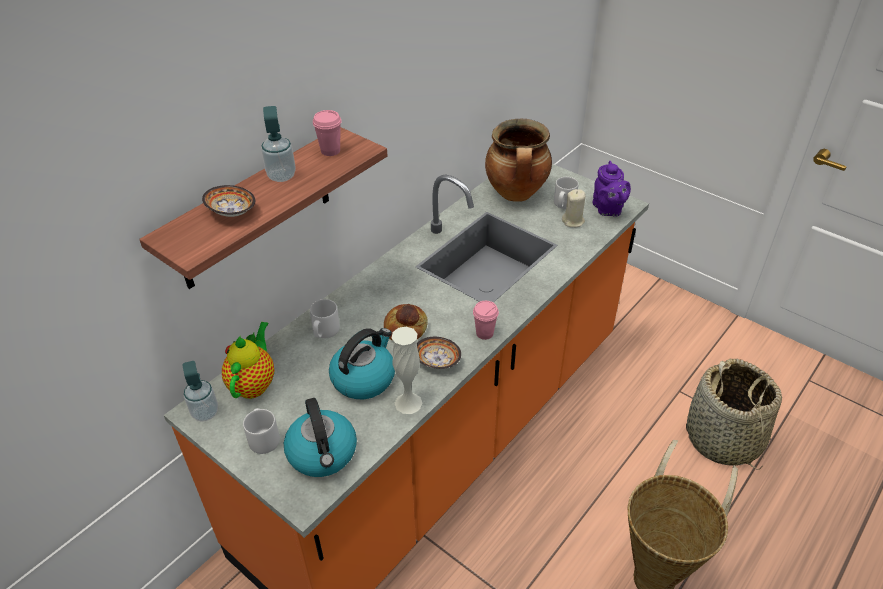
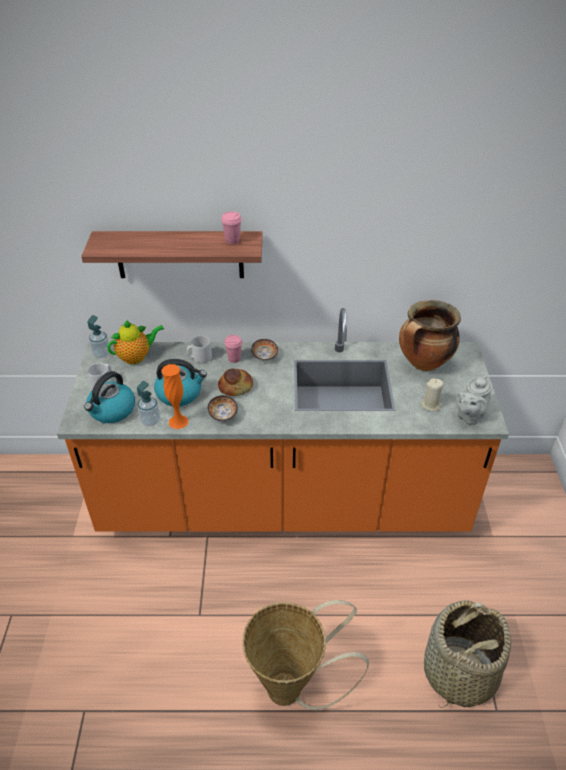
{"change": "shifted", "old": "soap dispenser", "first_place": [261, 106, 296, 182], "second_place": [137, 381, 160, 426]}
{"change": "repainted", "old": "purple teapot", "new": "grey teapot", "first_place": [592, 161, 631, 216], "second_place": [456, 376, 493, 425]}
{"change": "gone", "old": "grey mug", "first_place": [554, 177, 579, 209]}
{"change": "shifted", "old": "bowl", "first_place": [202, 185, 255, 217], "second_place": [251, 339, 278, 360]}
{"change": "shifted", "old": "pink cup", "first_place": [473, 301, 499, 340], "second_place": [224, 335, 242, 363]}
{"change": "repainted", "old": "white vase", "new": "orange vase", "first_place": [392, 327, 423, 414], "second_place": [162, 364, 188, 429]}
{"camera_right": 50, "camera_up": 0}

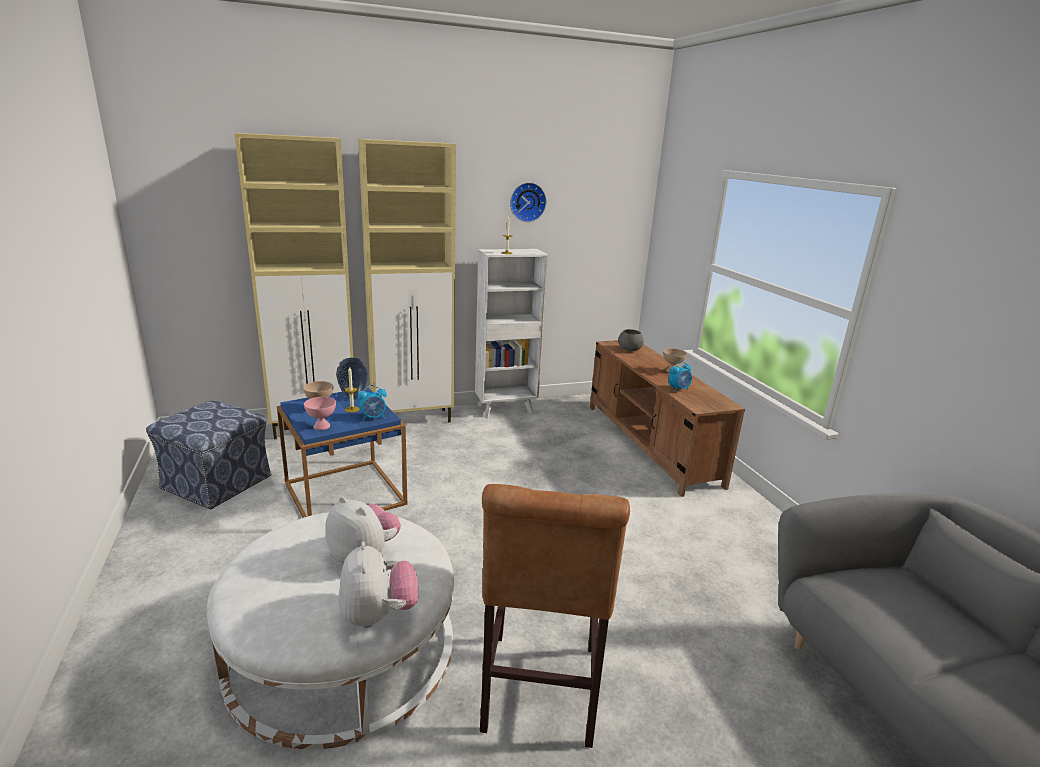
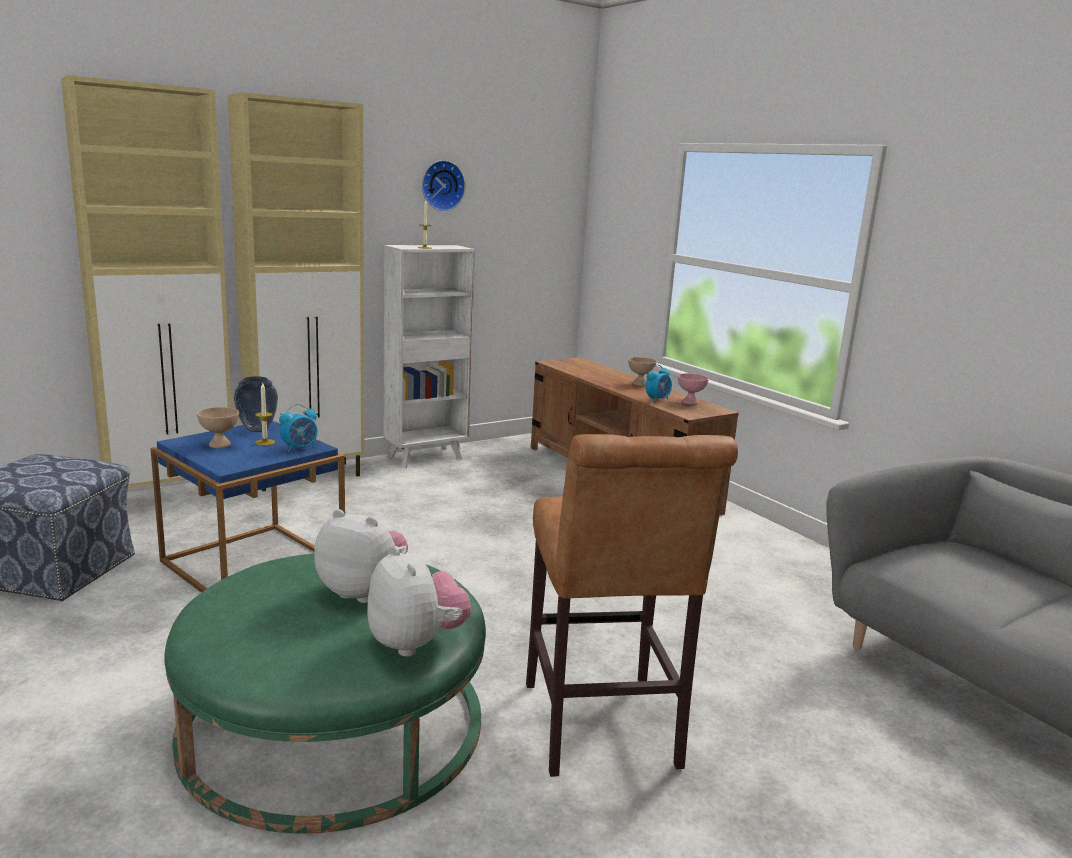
{"change": "gone", "old": "grey bowl", "first_place": [618, 329, 644, 351]}
{"change": "shifted", "old": "pink bowl", "first_place": [304, 397, 336, 430], "second_place": [678, 373, 709, 405]}
{"change": "repainted", "old": "white ottoman", "new": "green ottoman", "first_place": [207, 512, 454, 749], "second_place": [164, 553, 486, 834]}
{"camera_right": -15, "camera_up": -5}

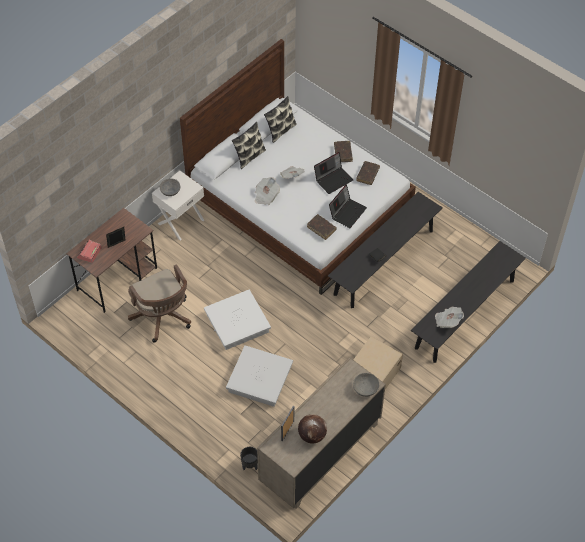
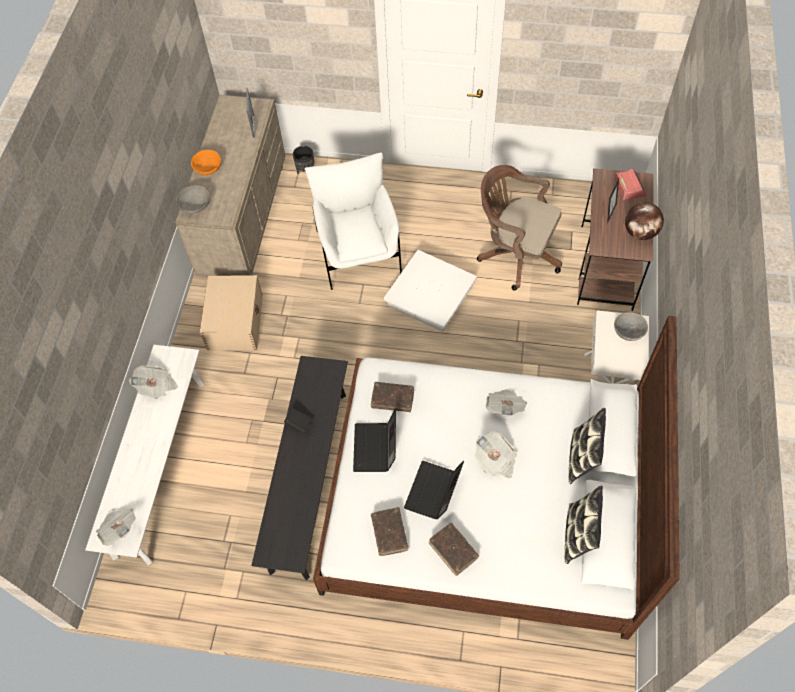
{"change": "repainted", "old": "black bench", "new": "white bench", "first_place": [411, 241, 526, 363], "second_place": [85, 345, 204, 565]}
{"change": "swapped", "old": "white storage box", "new": "white armchair", "first_place": [226, 345, 293, 407], "second_place": [305, 153, 402, 290]}
{"change": "shifted", "old": "globe", "first_place": [298, 414, 327, 443], "second_place": [625, 202, 664, 240]}
{"change": "new", "new": "orange bowl", "second_place": [191, 150, 221, 175]}
{"change": "new", "new": "newspaper", "second_place": [96, 508, 136, 546]}
{"camera_right": 150, "camera_up": 5}

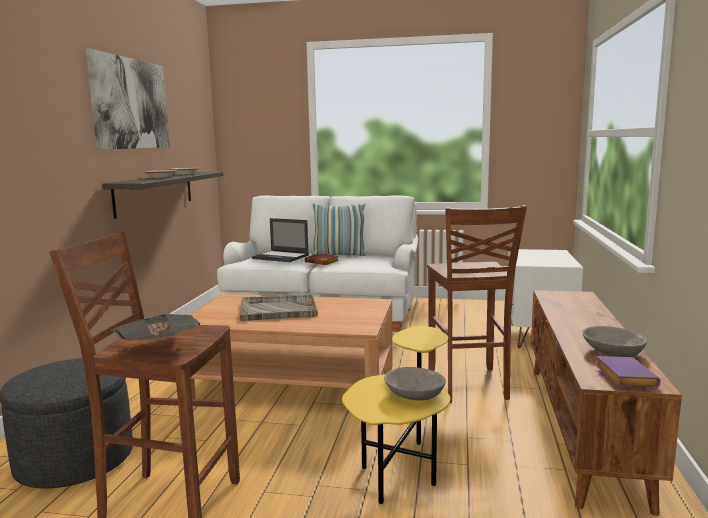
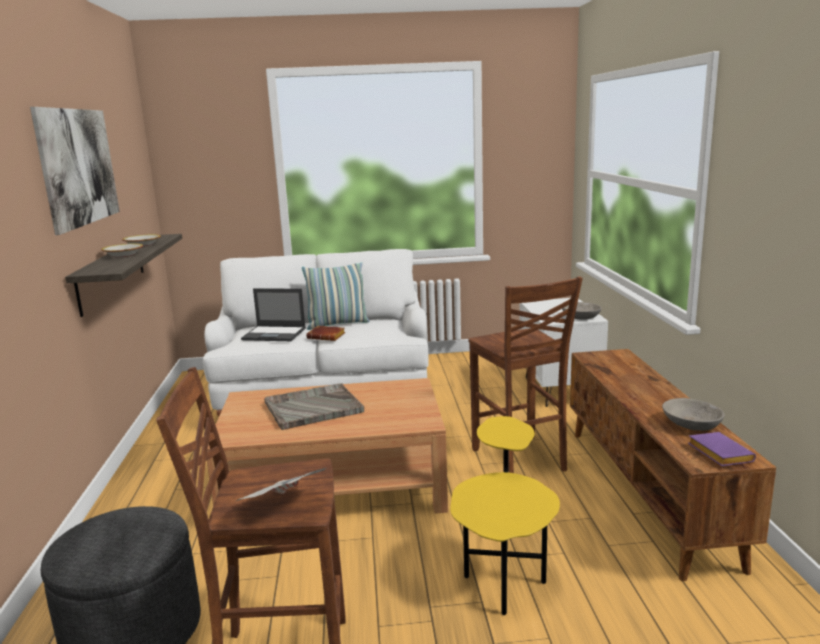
{"change": "shifted", "old": "grey bowl", "first_place": [384, 367, 446, 401], "second_place": [562, 302, 602, 320]}
{"camera_right": -15, "camera_up": 5}

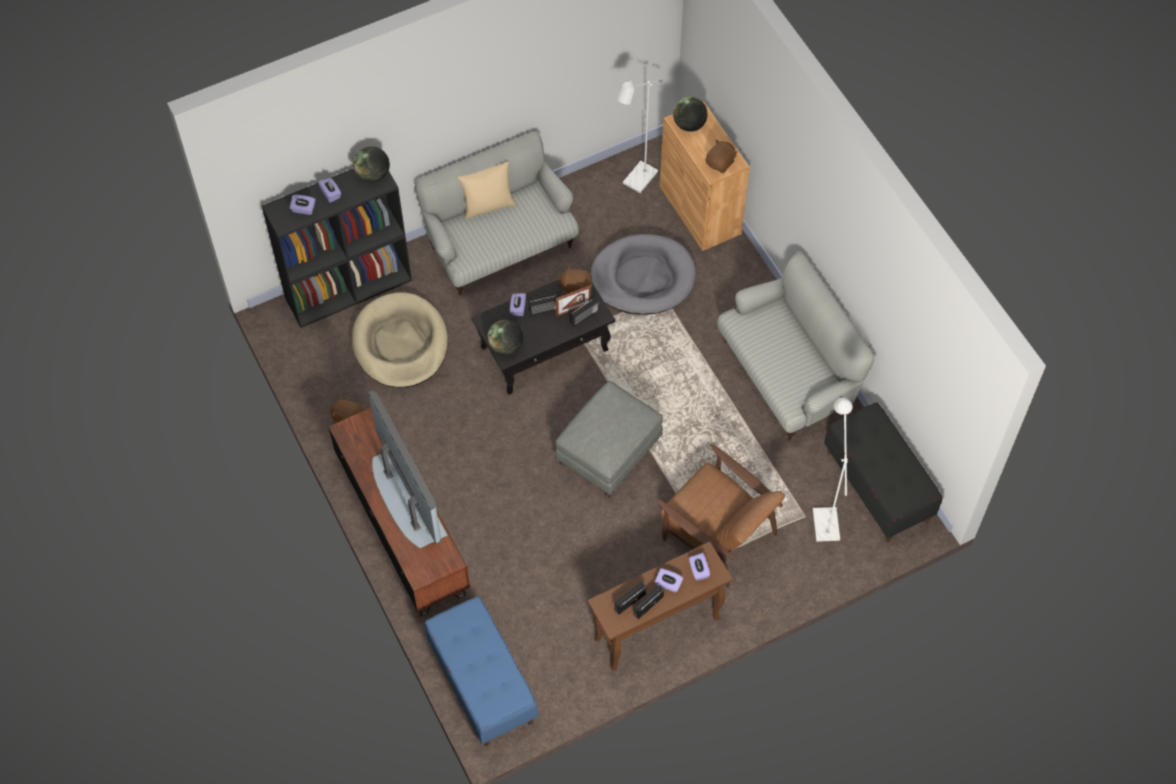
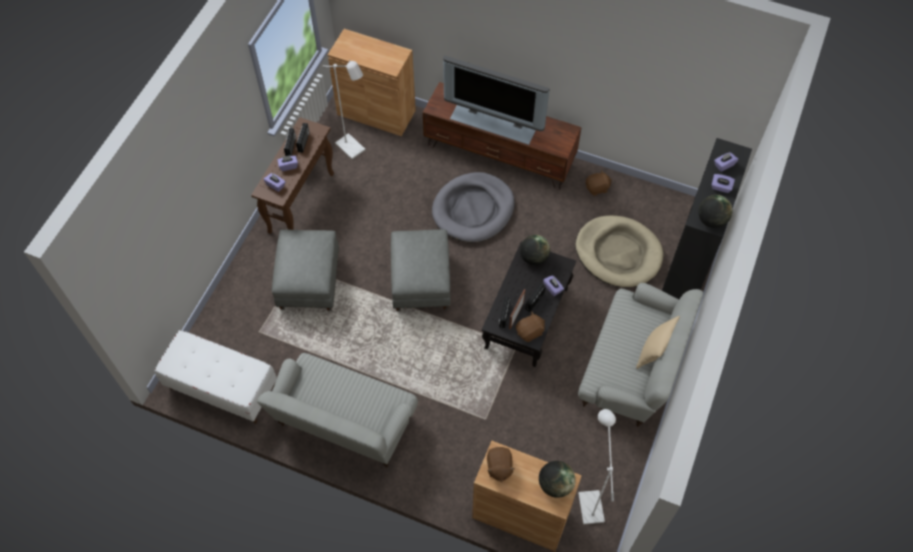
{"change": "shifted", "old": "grey dog bed", "first_place": [590, 234, 696, 315], "second_place": [432, 172, 515, 242]}
{"change": "shifted", "old": "white floor lamp", "first_place": [813, 398, 853, 542], "second_place": [322, 60, 365, 159]}
{"change": "repainted", "old": "black bench", "new": "white bench", "first_place": [824, 402, 942, 542], "second_place": [154, 330, 277, 424]}
{"change": "swapped", "old": "brown armchair", "new": "grey ottoman", "first_place": [657, 444, 785, 588], "second_place": [272, 230, 339, 311]}
{"change": "swapped", "old": "blue bench", "new": "brown cabinet", "first_place": [425, 596, 538, 746], "second_place": [328, 29, 416, 136]}
{"camera_right": 140, "camera_up": 0}

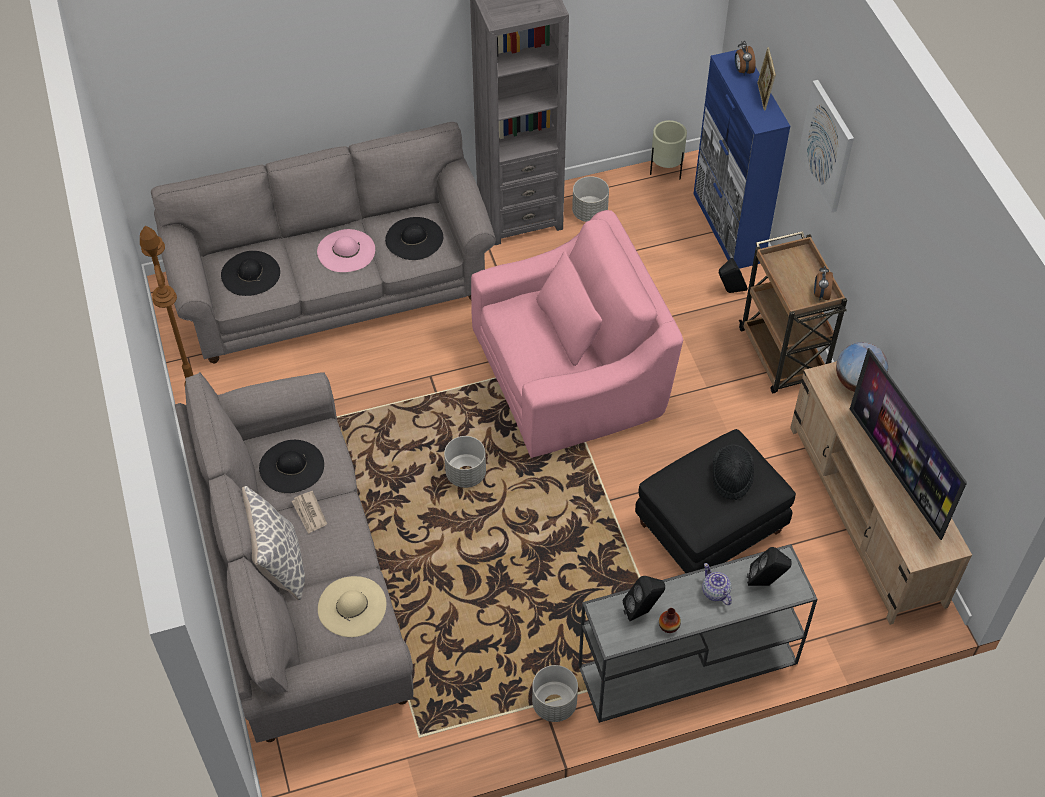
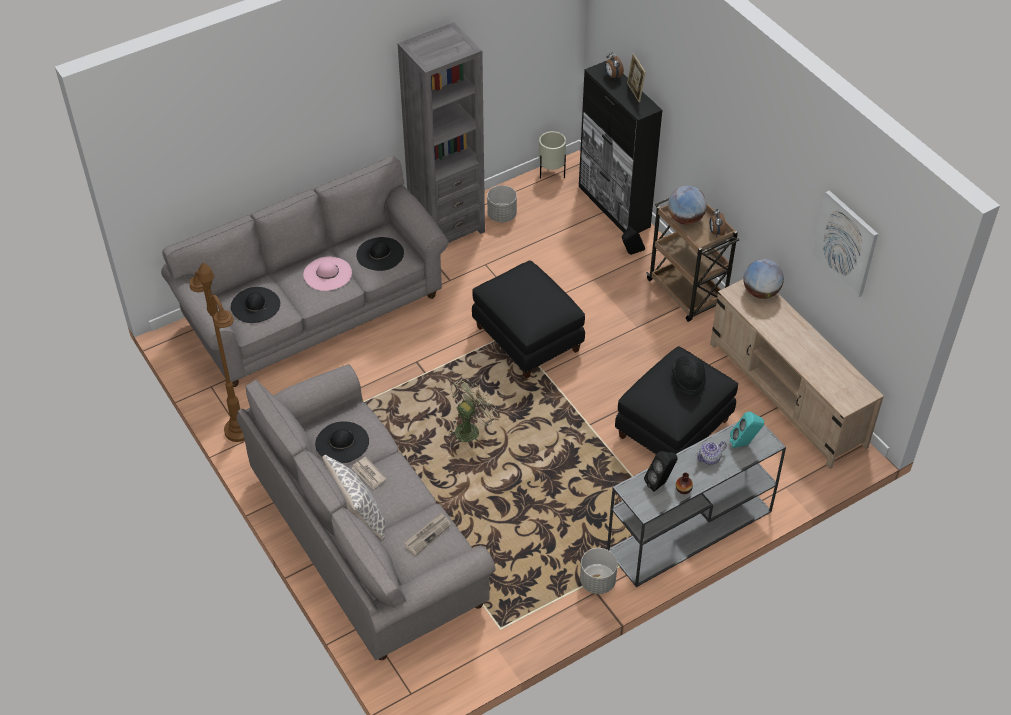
{"change": "repainted", "old": "blue cabinet", "new": "black cabinet", "first_place": [694, 50, 790, 269], "second_place": [579, 61, 662, 233]}
{"change": "shifted", "old": "picture", "first_place": [798, 80, 854, 212], "second_place": [812, 190, 878, 297]}
{"change": "swapped", "old": "pink armchair", "new": "black ottoman", "first_place": [471, 210, 683, 458], "second_place": [472, 260, 585, 379]}
{"change": "gone", "old": "television", "first_place": [850, 348, 967, 540]}
{"change": "swapped", "old": "grey planter", "new": "green fan", "first_place": [444, 436, 486, 488], "second_place": [449, 378, 498, 442]}
{"change": "repainted", "old": "black speaker", "new": "turquoise speaker", "first_place": [747, 547, 792, 586], "second_place": [730, 412, 764, 448]}
{"change": "rotated", "old": "teapot", "first_place": [702, 563, 732, 605], "second_place": [695, 441, 726, 465], "degrees": -75}
{"change": "swapped", "old": "beige hat", "new": "newspaper", "first_place": [318, 576, 386, 637], "second_place": [405, 512, 451, 556]}
{"change": "new", "new": "globe", "second_place": [668, 186, 707, 225]}
{"camera_right": -15, "camera_up": -5}

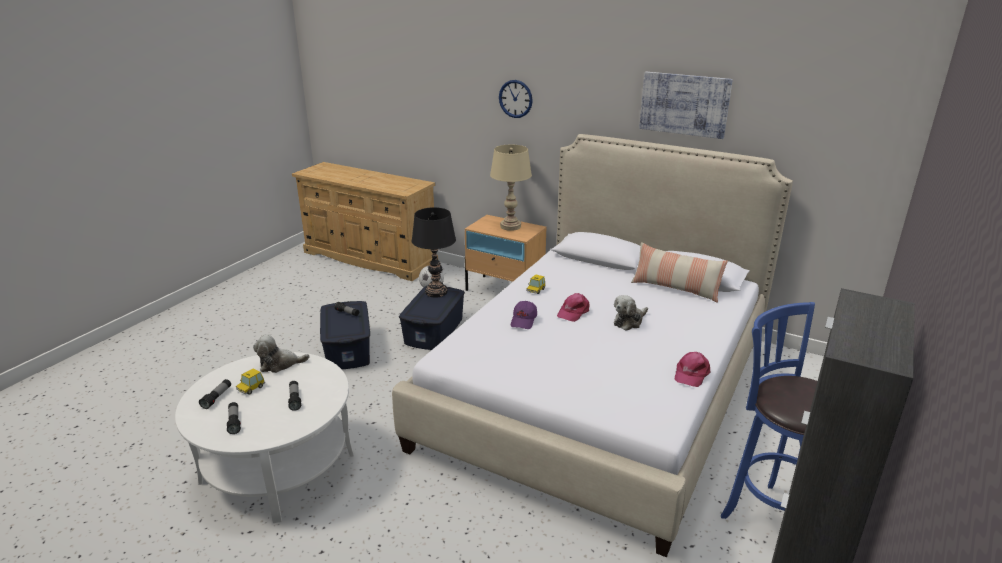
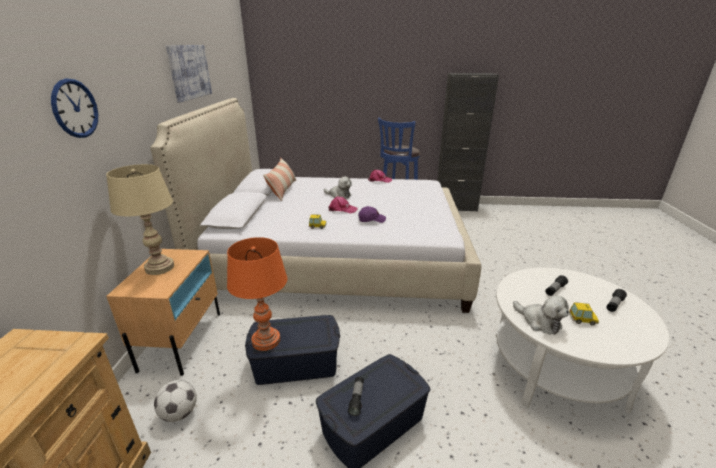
{"change": "repainted", "old": "black table lamp", "new": "orange table lamp", "first_place": [412, 207, 456, 298], "second_place": [227, 237, 287, 351]}
{"change": "gone", "old": "flashlight", "first_place": [199, 379, 231, 409]}
{"camera_right": -115, "camera_up": 0}

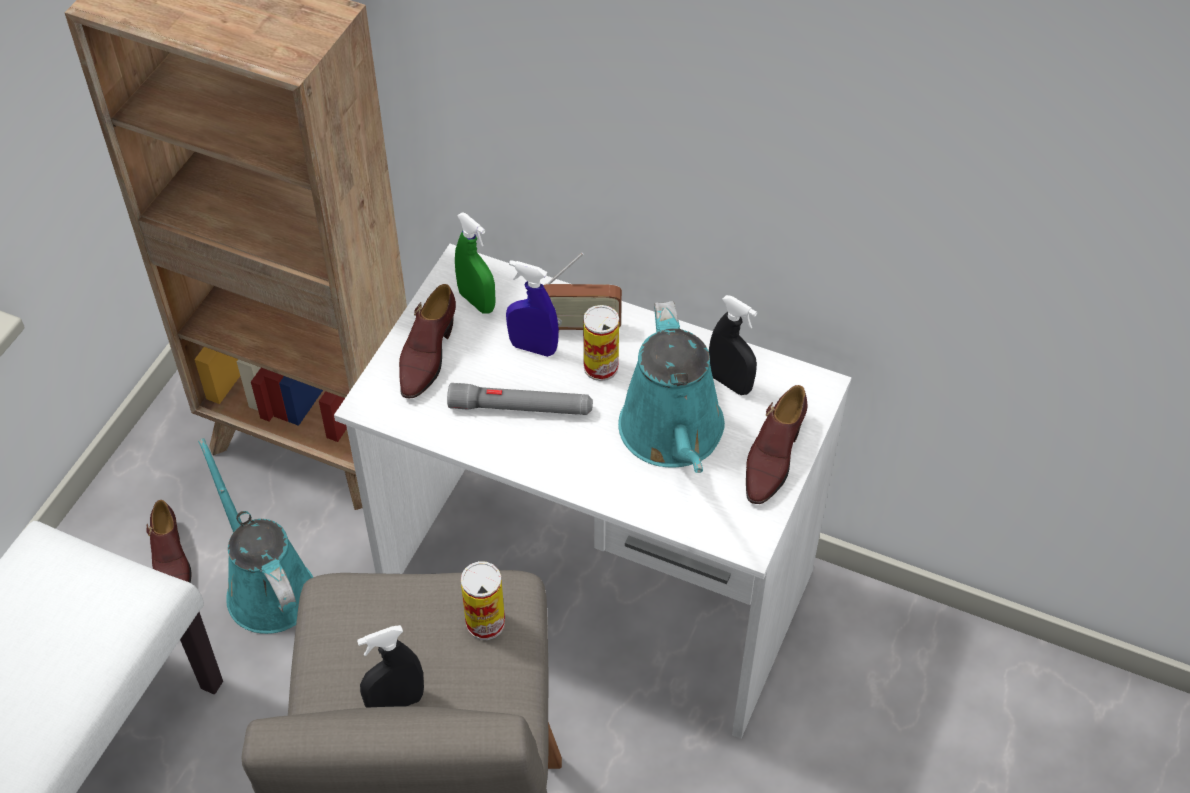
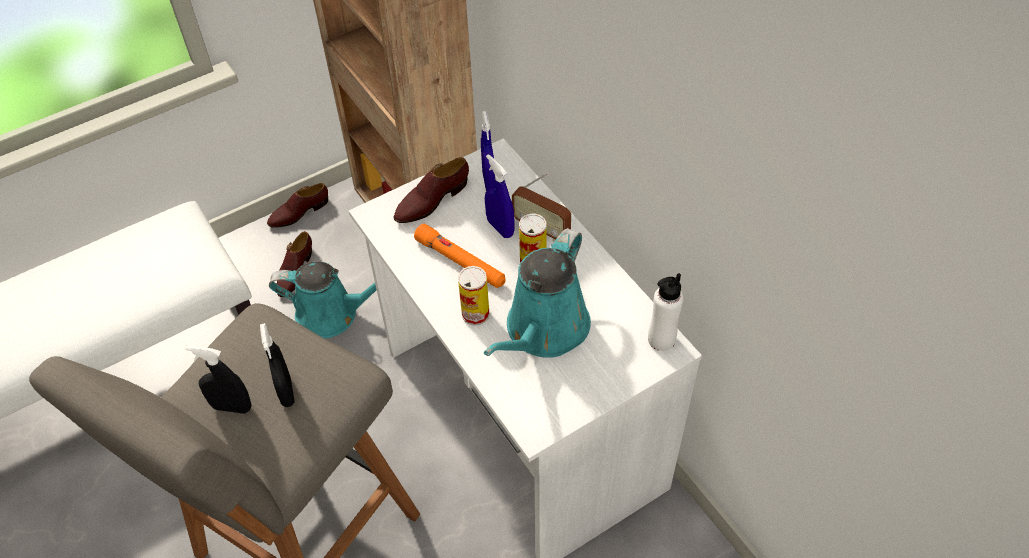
{"change": "repainted", "old": "green spray bottle", "new": "blue spray bottle", "first_place": [455, 212, 496, 314], "second_place": [481, 111, 495, 191]}
{"change": "shifted", "old": "black spray bottle", "first_place": [709, 295, 757, 395], "second_place": [260, 323, 295, 407]}
{"change": "repainted", "old": "grey flashlight", "new": "orange flashlight", "first_place": [447, 383, 593, 415], "second_place": [414, 224, 506, 288]}
{"change": "shifted", "old": "brown shoe", "first_place": [746, 385, 807, 504], "second_place": [267, 183, 328, 228]}
{"change": "rotated", "old": "turquoise watering can", "first_place": [198, 438, 313, 634], "second_place": [269, 261, 377, 339], "degrees": 90}
{"change": "shifted", "old": "can", "first_place": [461, 561, 505, 640], "second_place": [458, 266, 490, 326]}
{"change": "new", "new": "white bottle", "second_place": [648, 273, 684, 351]}
{"camera_right": 35, "camera_up": 0}

